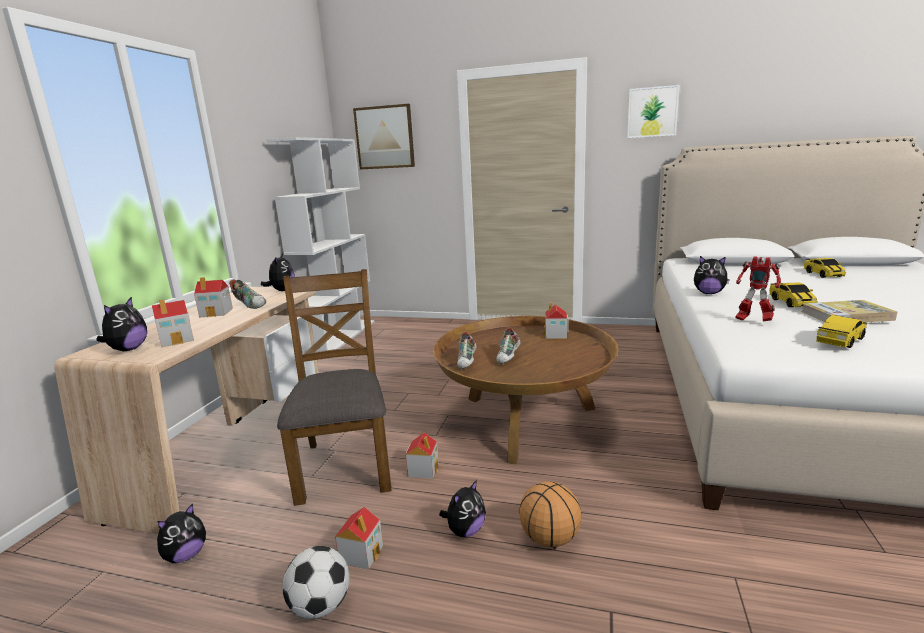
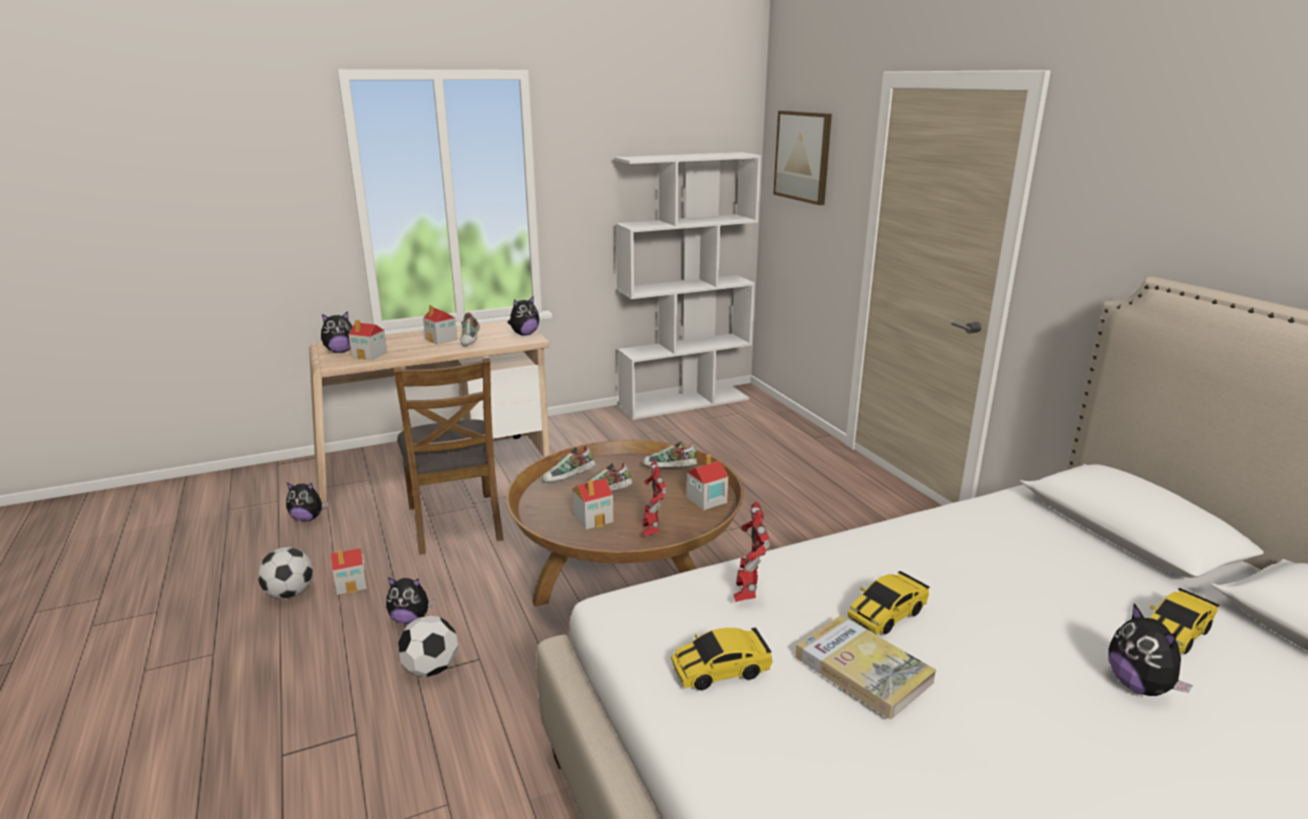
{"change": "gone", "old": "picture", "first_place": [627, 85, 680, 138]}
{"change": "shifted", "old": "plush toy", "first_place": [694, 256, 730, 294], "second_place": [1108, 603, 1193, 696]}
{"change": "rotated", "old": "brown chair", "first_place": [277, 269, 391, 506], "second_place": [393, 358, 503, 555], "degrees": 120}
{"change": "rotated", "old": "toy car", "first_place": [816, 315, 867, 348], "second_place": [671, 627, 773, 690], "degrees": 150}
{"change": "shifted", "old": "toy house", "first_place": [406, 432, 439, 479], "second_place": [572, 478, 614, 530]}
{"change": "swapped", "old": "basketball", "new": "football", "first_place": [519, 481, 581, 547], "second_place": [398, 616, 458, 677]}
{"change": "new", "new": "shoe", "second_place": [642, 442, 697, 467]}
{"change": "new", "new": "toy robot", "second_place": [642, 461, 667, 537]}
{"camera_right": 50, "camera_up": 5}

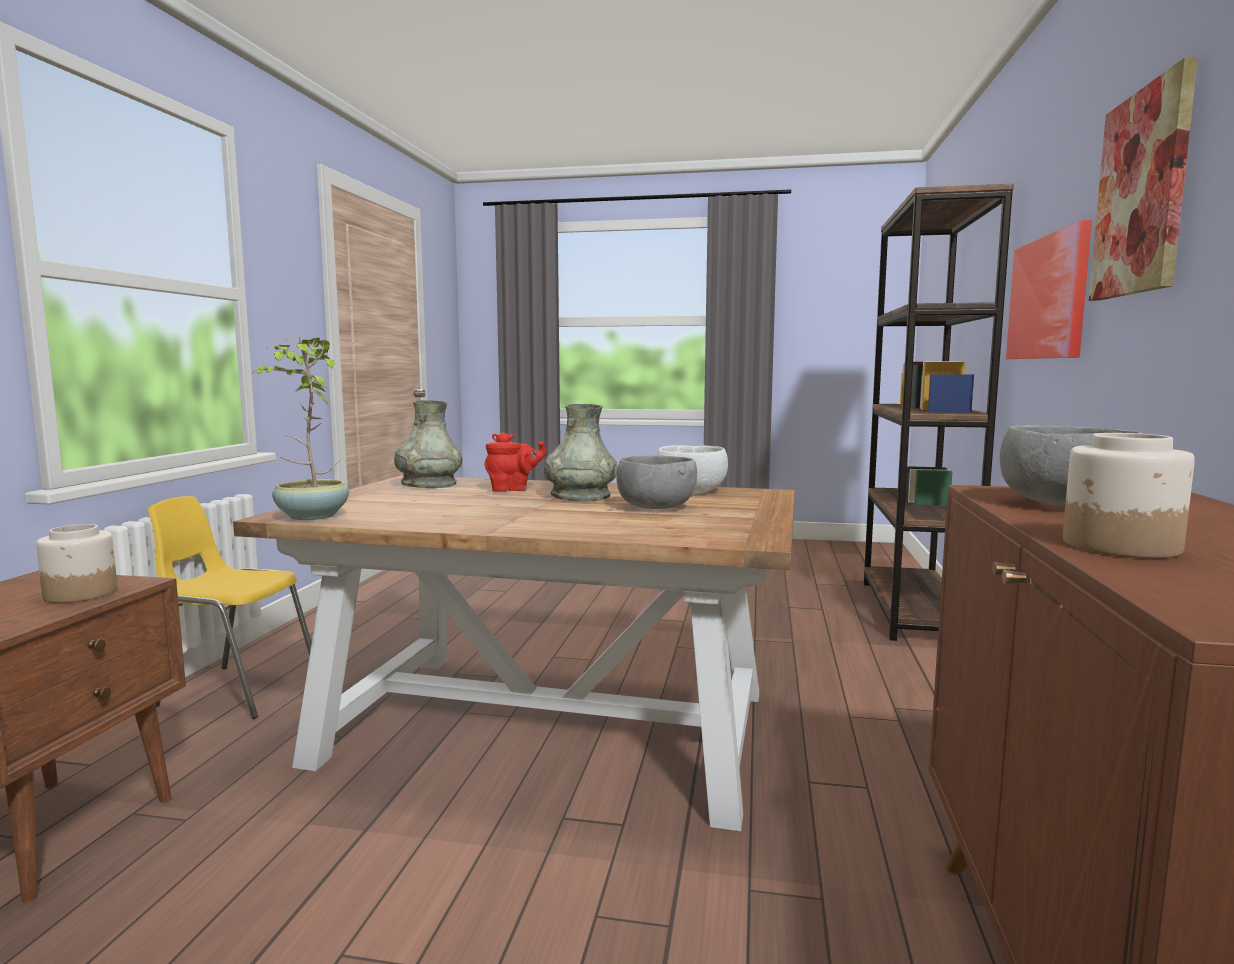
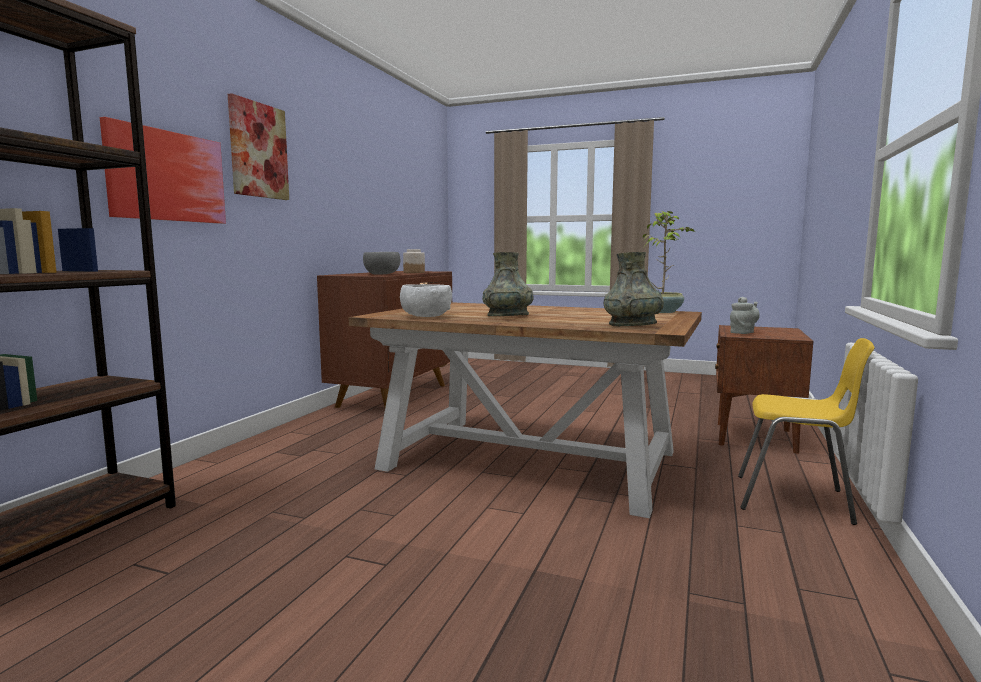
{"change": "gone", "old": "red teapot", "first_place": [485, 432, 546, 492]}
{"change": "gone", "old": "grey bowl", "first_place": [616, 456, 697, 509]}
{"change": "swapped", "old": "jar", "new": "grey teapot", "first_place": [36, 524, 117, 603], "second_place": [730, 297, 760, 334]}
{"camera_right": -170, "camera_up": 0}

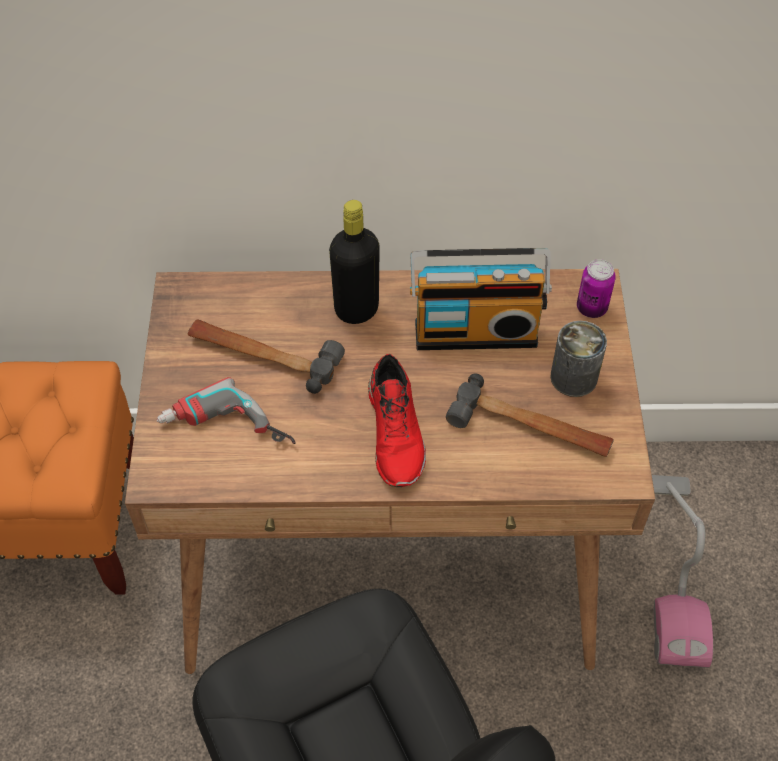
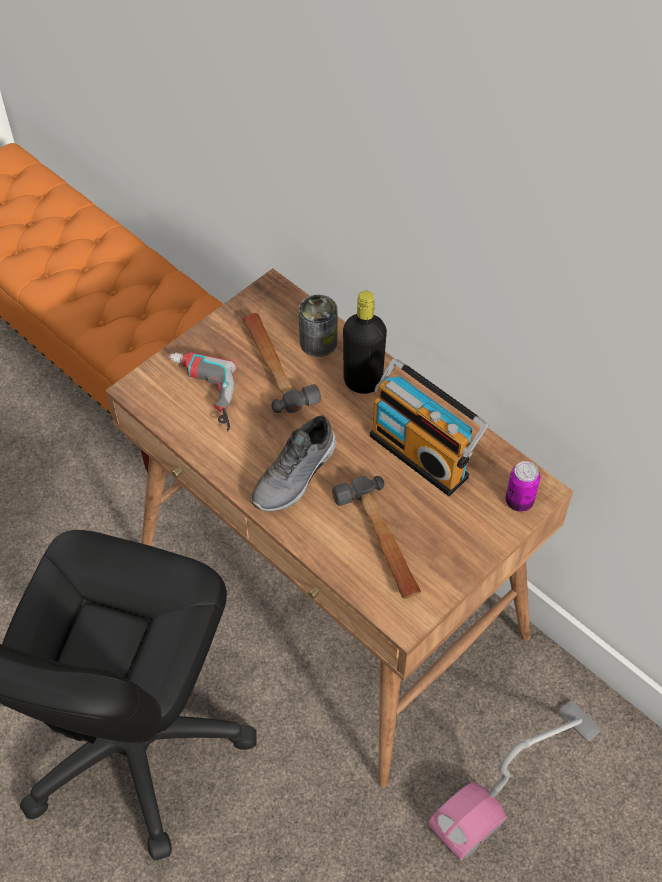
{"change": "shifted", "old": "can", "first_place": [550, 321, 607, 397], "second_place": [299, 294, 338, 357]}
{"change": "repainted", "old": "red shoe", "new": "grey shoe", "first_place": [368, 354, 426, 487], "second_place": [251, 416, 336, 512]}
{"camera_right": 45, "camera_up": 0}

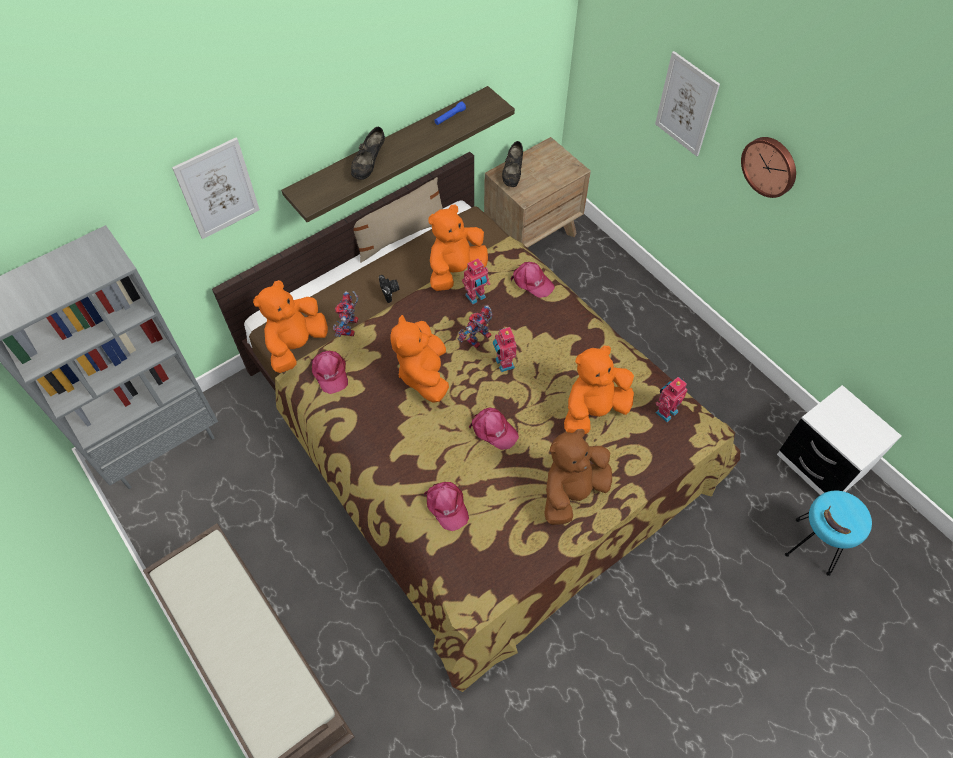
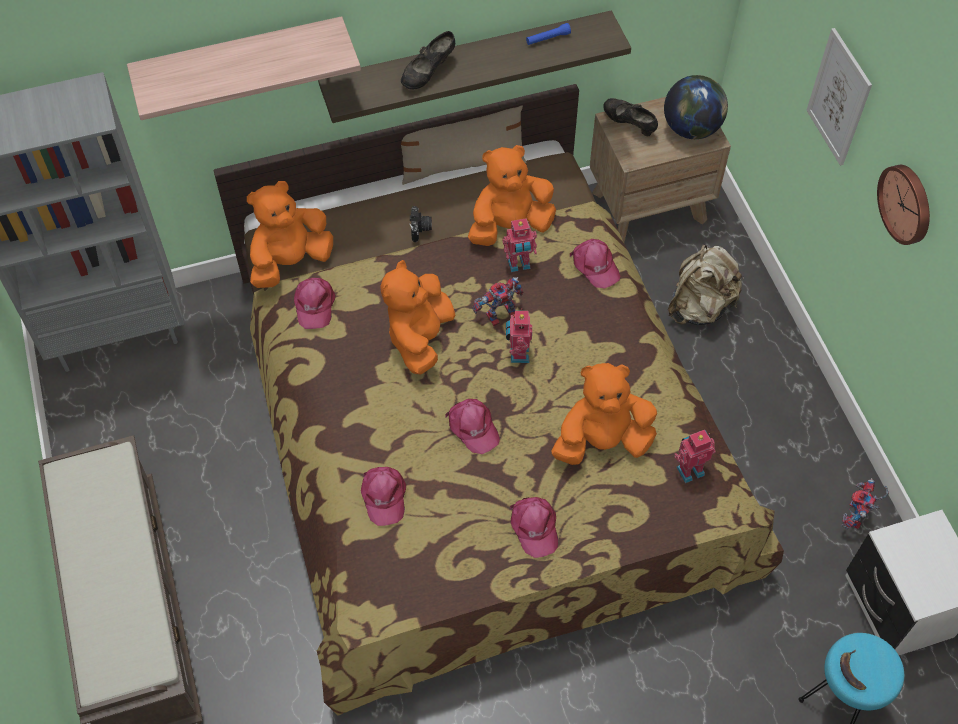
{"change": "swapped", "old": "picture", "new": "shelf", "first_place": [172, 138, 260, 239], "second_place": [127, 16, 361, 120]}
{"change": "rotated", "old": "black shoe", "first_place": [502, 141, 523, 187], "second_place": [603, 98, 658, 137], "degrees": 105}
{"change": "shifted", "old": "toy robot", "first_place": [333, 291, 358, 337], "second_place": [841, 478, 889, 529]}
{"change": "swapped", "old": "brown plush toy", "new": "pink cap", "first_place": [544, 429, 612, 525], "second_place": [510, 497, 558, 558]}
{"change": "new", "new": "globe", "second_place": [664, 75, 728, 139]}
{"change": "new", "new": "beige backpack", "second_place": [668, 245, 744, 325]}
{"camera_right": 20, "camera_up": 0}

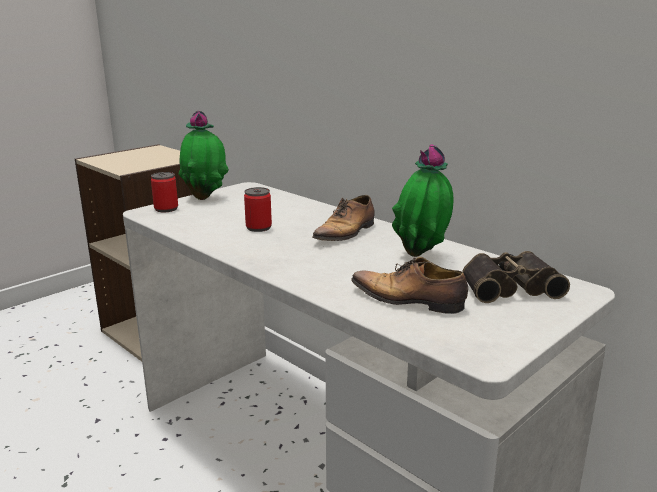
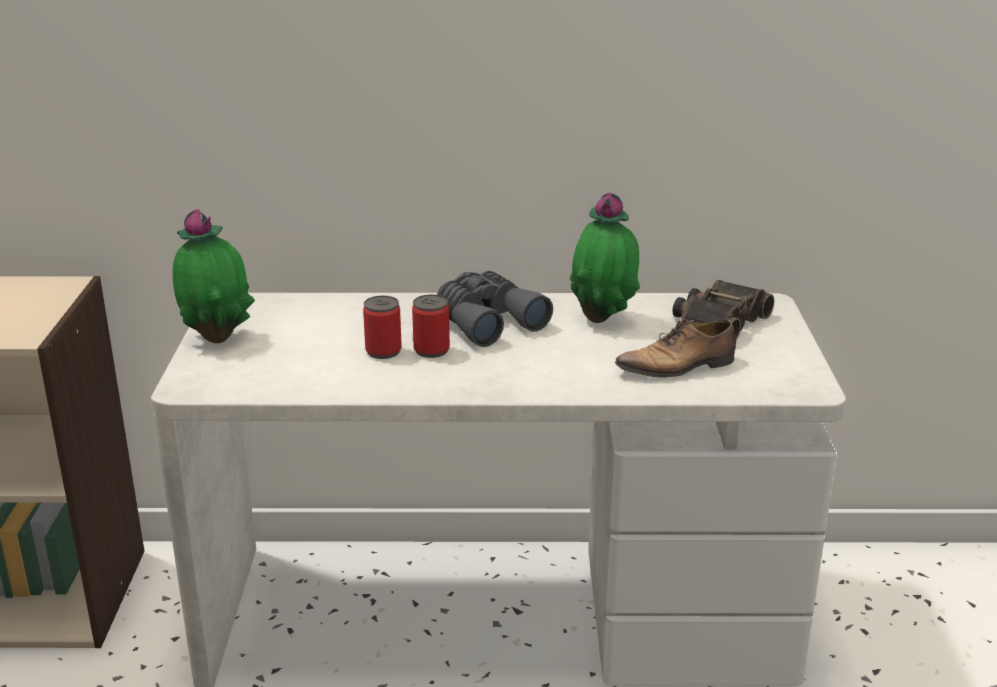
{"change": "shifted", "old": "can", "first_place": [151, 172, 178, 212], "second_place": [412, 294, 450, 358]}
{"change": "swapped", "old": "shoe", "new": "grey binoculars", "first_place": [312, 195, 374, 241], "second_place": [436, 271, 553, 347]}
{"camera_right": -45, "camera_up": 5}

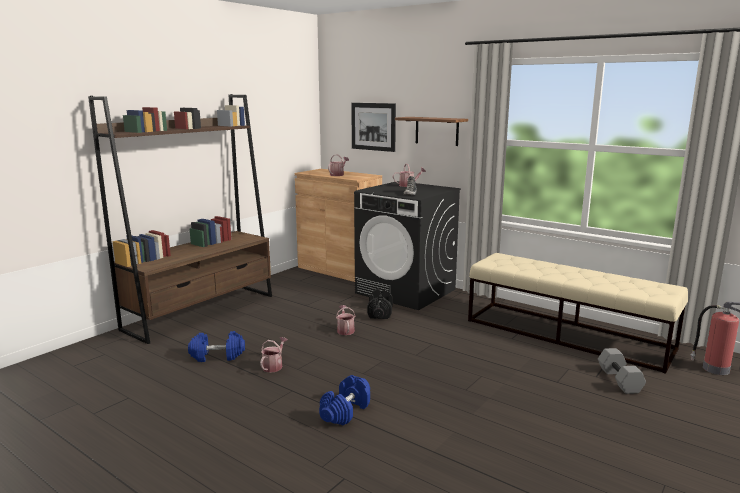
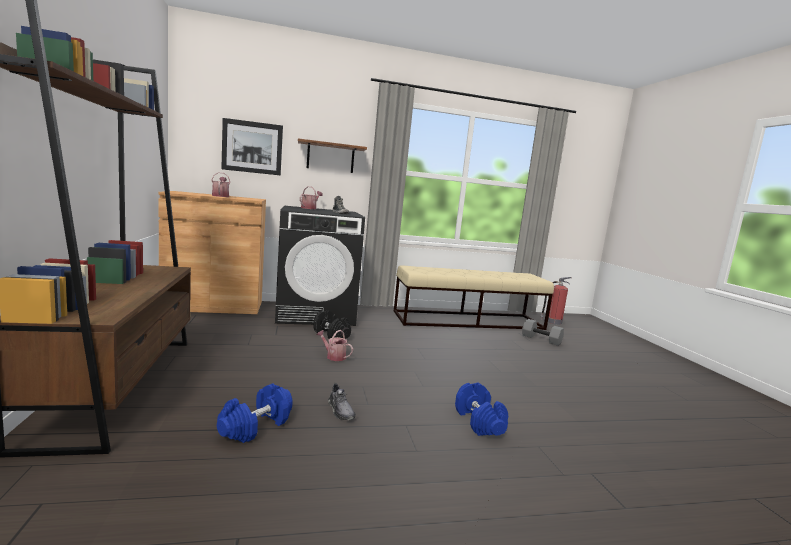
{"change": "swapped", "old": "watering can", "new": "grey shoe", "first_place": [260, 337, 288, 373], "second_place": [328, 383, 356, 420]}
{"camera_right": -50, "camera_up": -5}

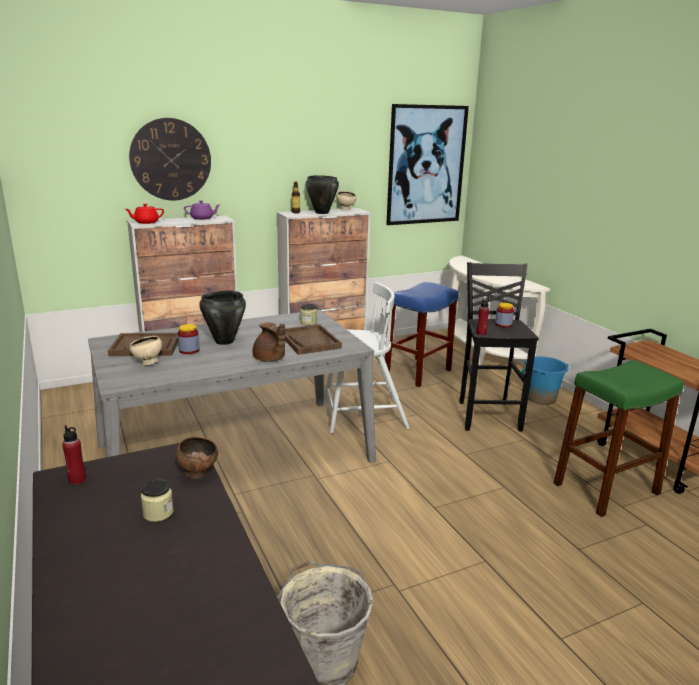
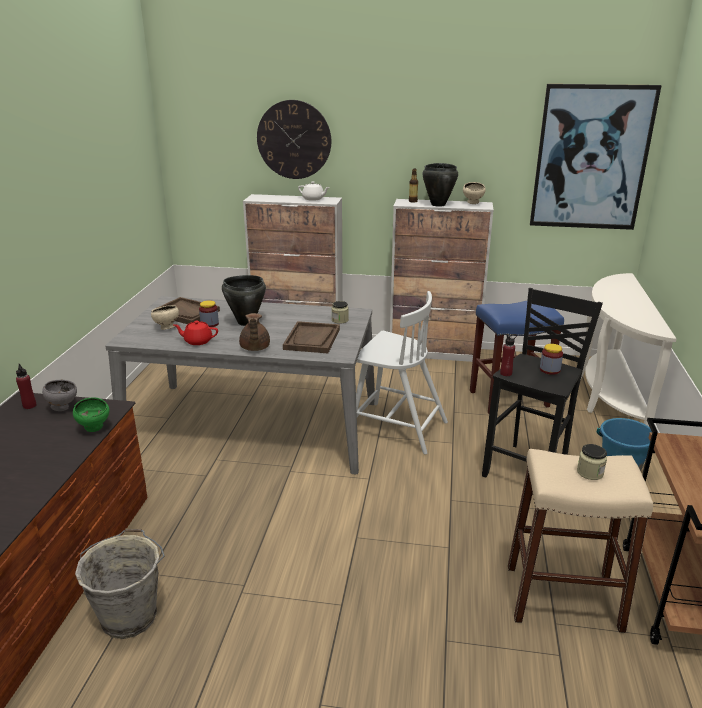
{"change": "repainted", "old": "purple teapot", "new": "white teapot", "first_place": [184, 200, 221, 220], "second_place": [298, 181, 329, 201]}
{"change": "shifted", "old": "red teapot", "first_place": [125, 204, 164, 224], "second_place": [173, 321, 218, 345]}
{"change": "repainted", "old": "green stool", "new": "beige stool", "first_place": [554, 360, 684, 517], "second_place": [508, 449, 653, 633]}
{"change": "repainted", "old": "brown bowl", "new": "green bowl", "first_place": [176, 437, 218, 479], "second_place": [73, 397, 109, 432]}
{"change": "shifted", "old": "jar", "first_place": [141, 480, 173, 522], "second_place": [577, 444, 607, 480]}
{"change": "new", "new": "grey bowl", "second_place": [42, 379, 77, 411]}
{"camera_right": 35, "camera_up": 5}

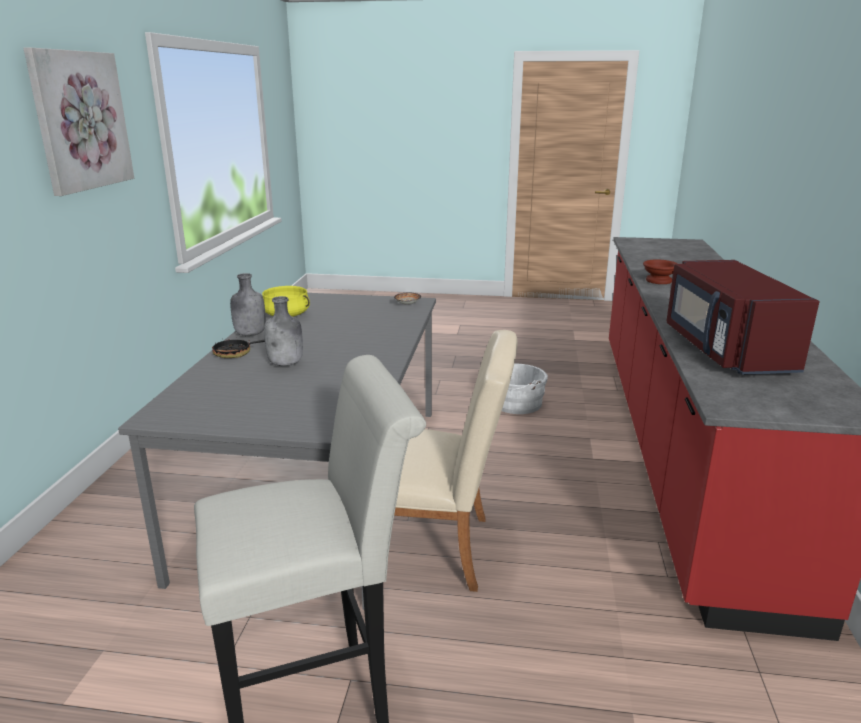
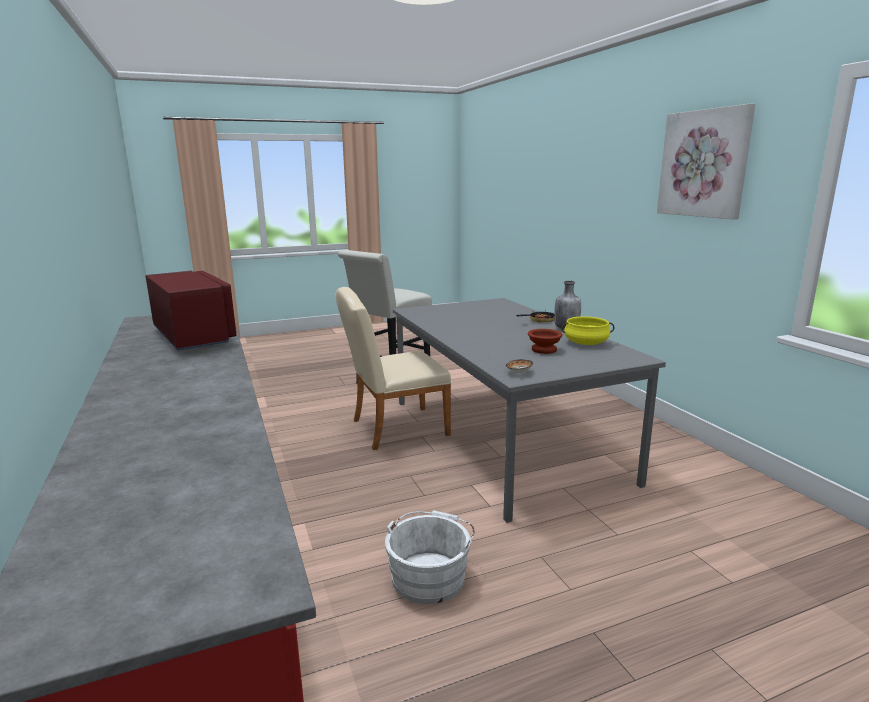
{"change": "shifted", "old": "brown bowl", "first_place": [643, 259, 678, 284], "second_place": [528, 329, 563, 354]}
{"change": "gone", "old": "grey bottle", "first_place": [264, 296, 303, 366]}
{"camera_right": 150, "camera_up": -5}

